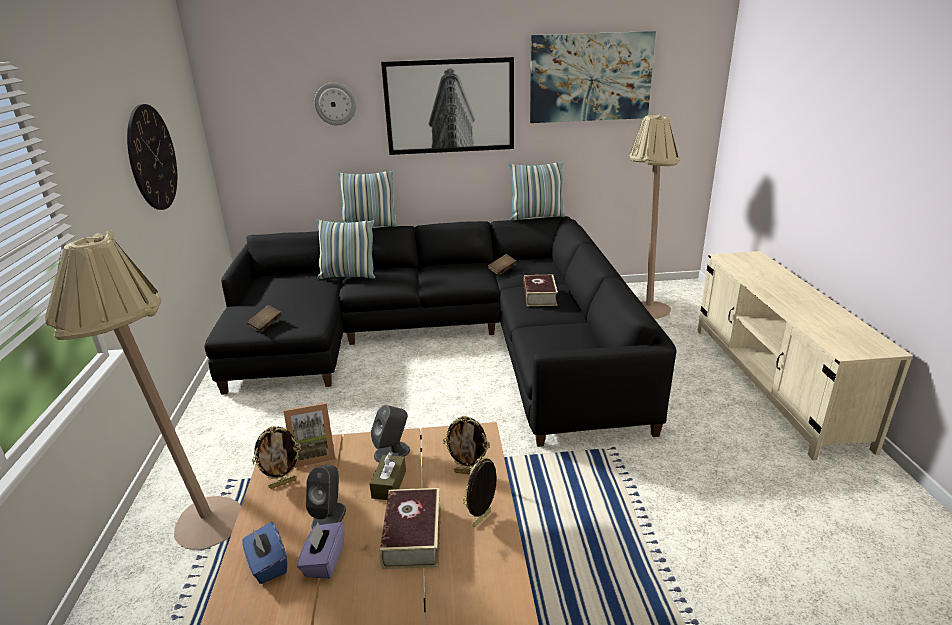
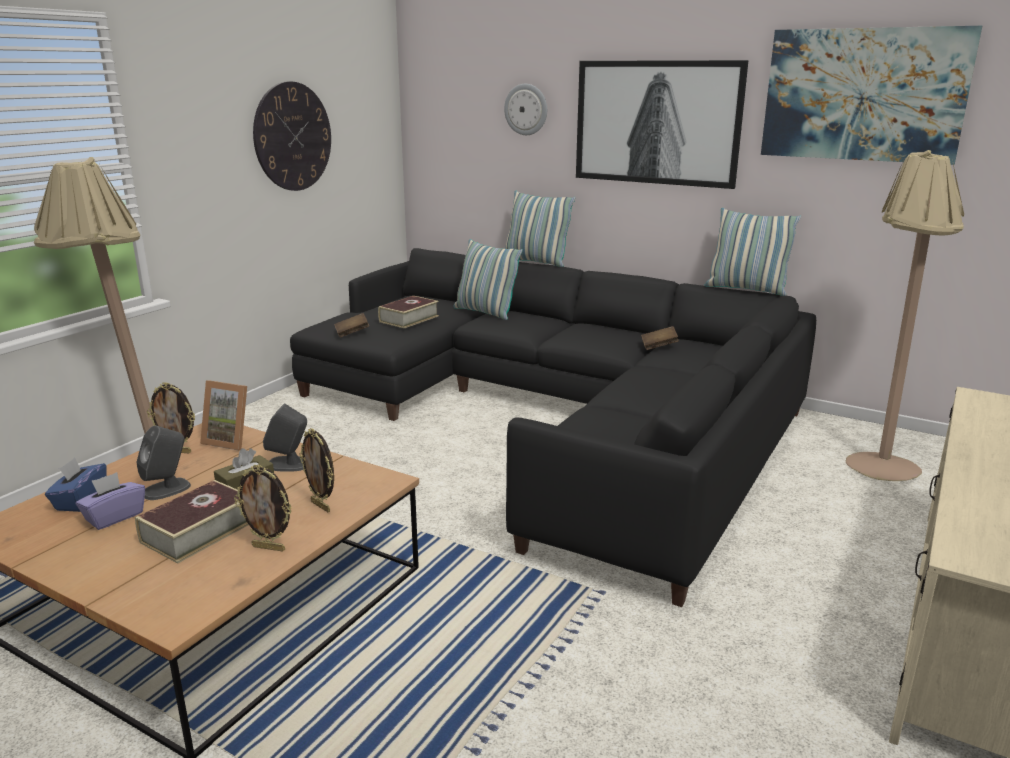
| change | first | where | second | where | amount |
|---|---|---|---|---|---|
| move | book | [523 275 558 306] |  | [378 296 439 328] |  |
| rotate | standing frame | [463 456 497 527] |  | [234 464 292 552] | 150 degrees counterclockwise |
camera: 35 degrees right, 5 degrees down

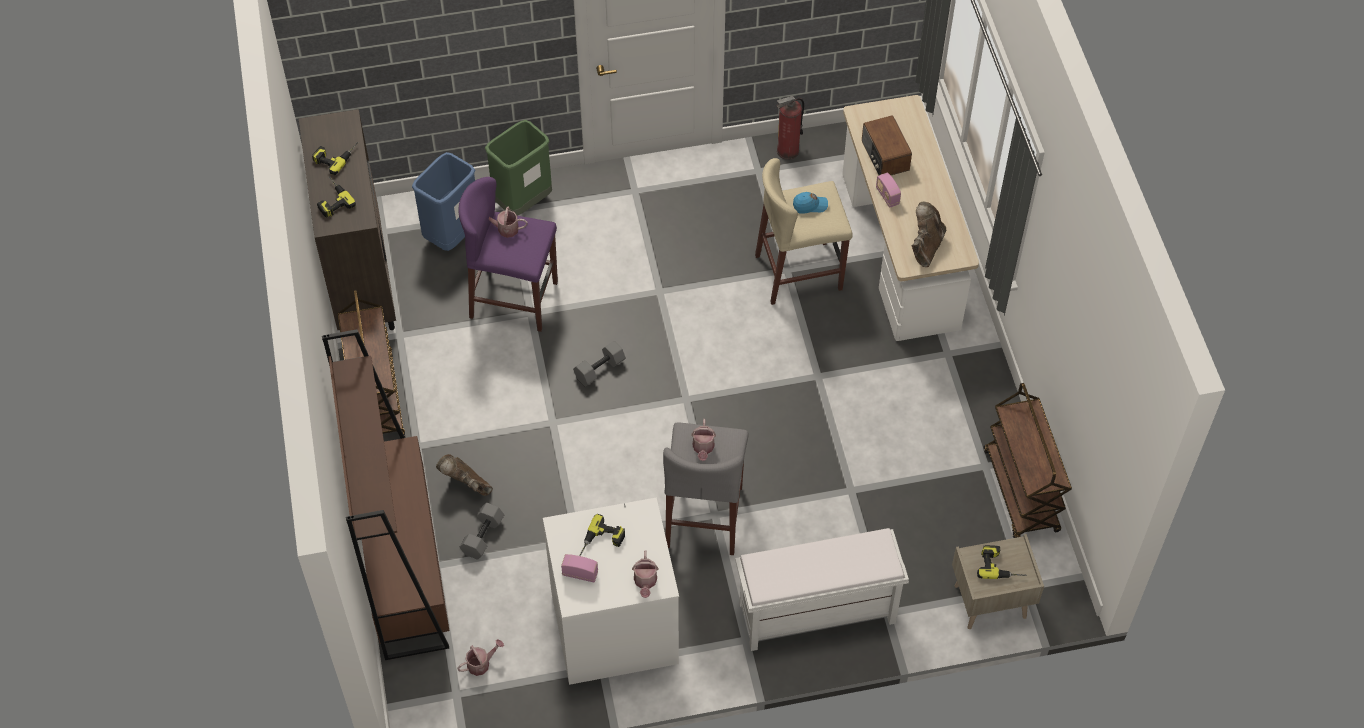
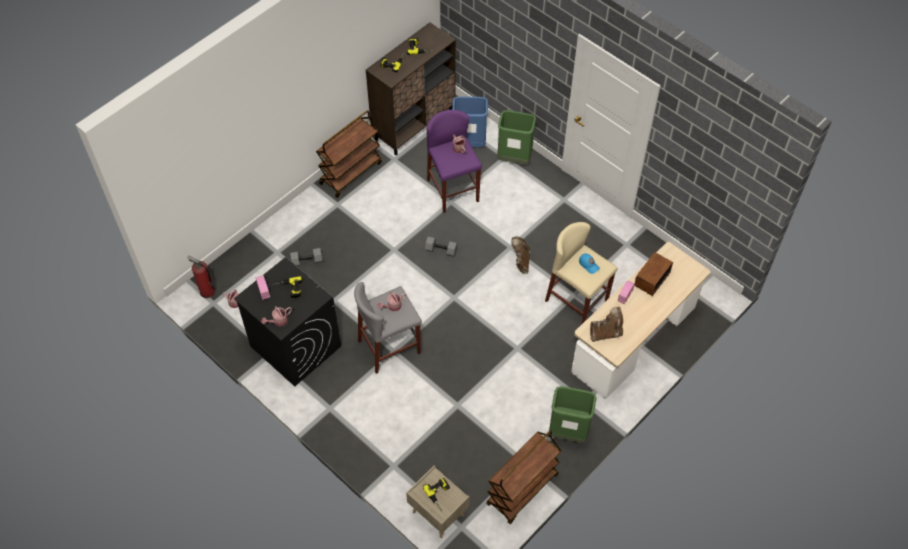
| change | first | where | second | where | amount |
|---|---|---|---|---|---|
| delete | bookshelf (brown) | [322 329 450 660] |  |  |  |
| delete | indoor bench (white) | [735 528 909 651] |  |  |  |
| insert |  |  | trash can (green) | [549 386 596 443] |  |
| move | high-top boot (brown) | [436 454 493 496] |  | [511 236 530 274] |  |
| move | fire-fighting cylinder | [777 96 804 160] |  | [187 255 215 298] |  |
| recolor | washing machine (white) | [543 497 679 685] | washing machine (black-coloured) | [234 257 341 386] |  |
camera: 55 degrees right, 0 degrees up

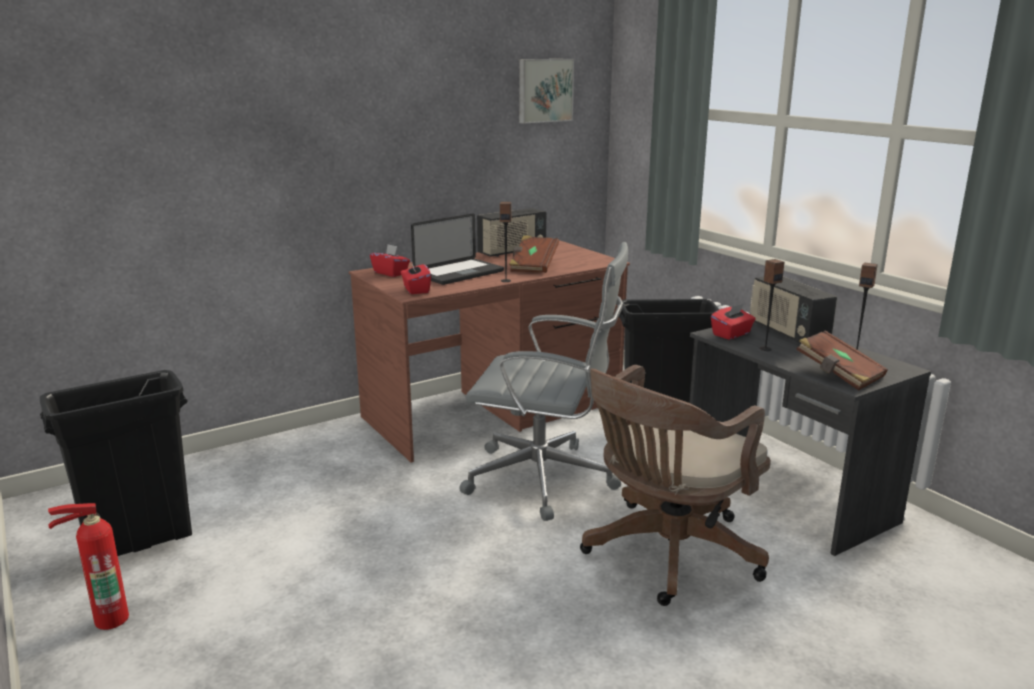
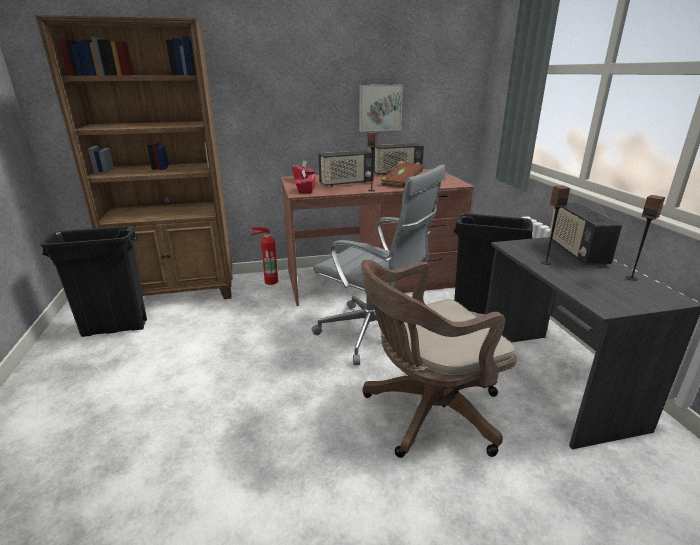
| change | first | where | second | where | amount |
|---|---|---|---|---|---|
| delete | box of tissues (red-coloured) | [711 304 755 340] |  |  |  |
| delete | book (brown) | [796 330 888 390] |  |  |  |
| insert |  |  | bookshelf (brown) | [35 15 232 299] |  |
| move | fire-fighting cylinder | [48 503 129 630] |  | [251 227 278 285] |  |
| move | picture | [519 59 574 124] |  | [359 85 403 132] |  |
| replace | notebook computer | [411 214 504 285] | radio | [318 150 374 186] |  |
camera: 20 degrees right, 5 degrees up

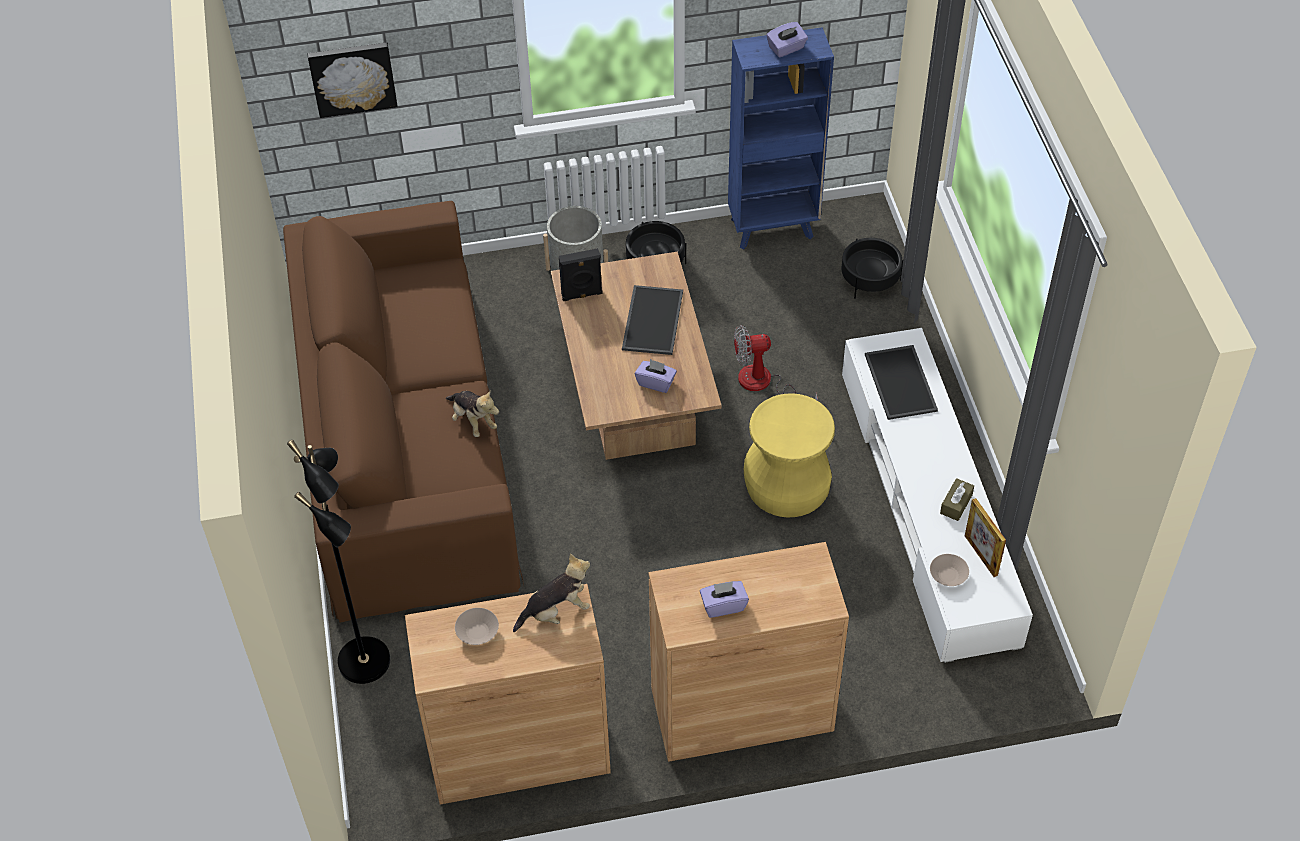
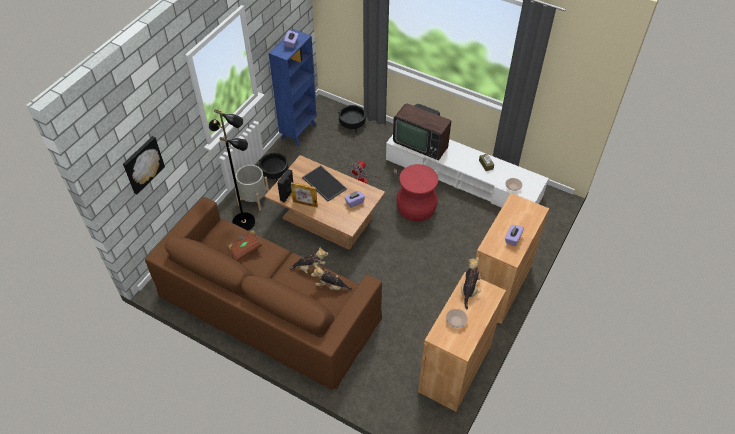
| change | first | where | second | where | amount |
|---|---|---|---|---|---|
| insert |  |  | book (brown) | [228 230 262 261] |  |
| insert |  |  | soft toy | [311 265 353 290] |  |
| move | standing lamp (black-coloured) | [287 440 390 684] |  | [209 109 255 230] |  |
| move | standing frame | [965 498 1006 577] |  | [291 182 318 207] |  |
| replace | tray | [865 345 938 420] | TV set | [393 103 452 161] |  |
| recolor | sitting stool (yellowish) | [744 393 835 517] | sitting stool (red-coloured) | [396 164 438 221] |  |
camera: 50 degrees left, 0 degrees up

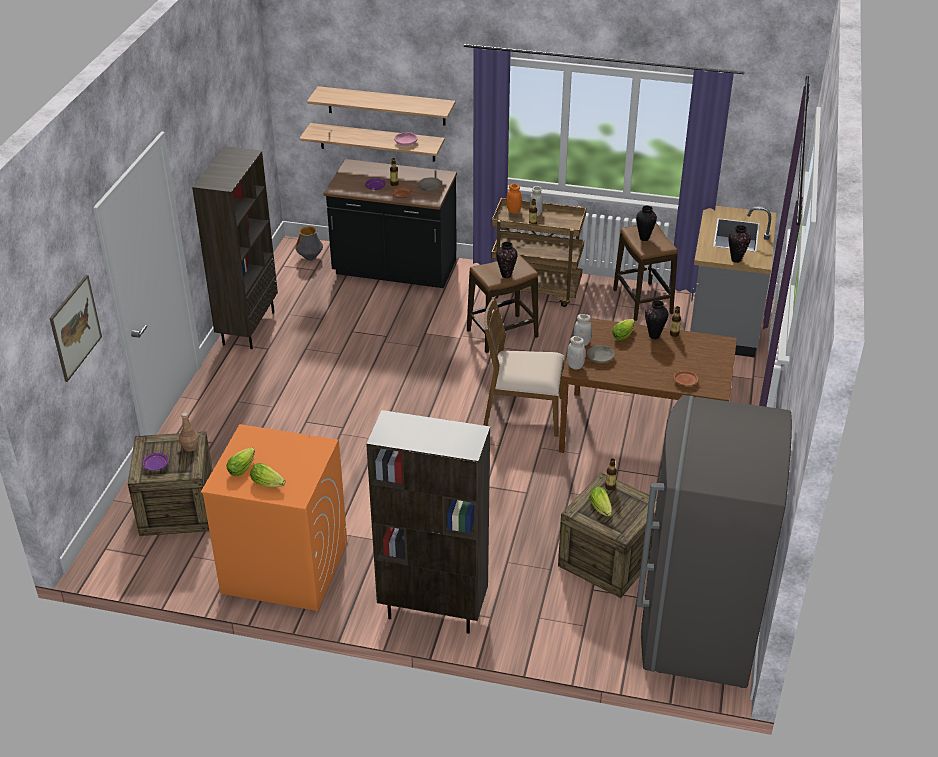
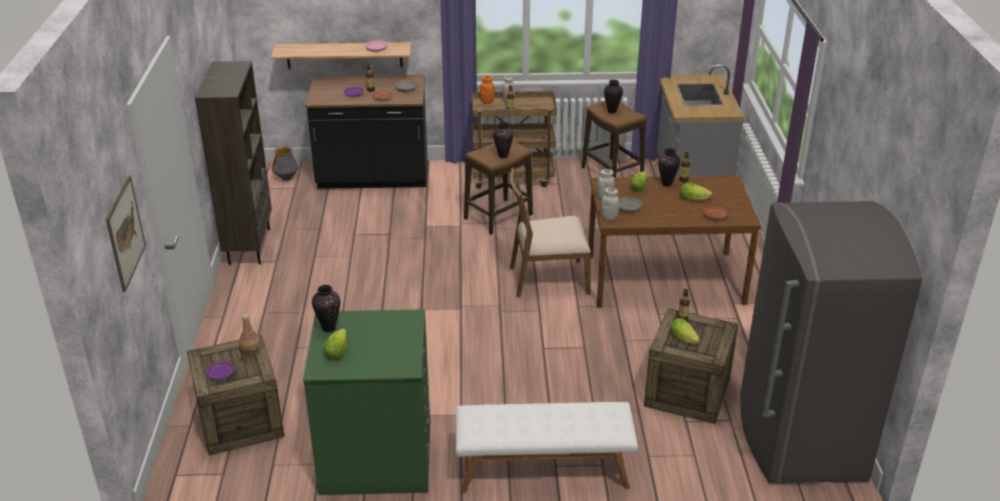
| change | first | where | second | where | amount |
|---|---|---|---|---|---|
| delete | bracket shelf | [307 86 456 126] |  |  |  |
| move | head of lettuce | [250 463 285 487] |  | [681 183 713 201] |  |
| move | vase | [729 225 751 263] |  | [312 285 340 332] |  |
| replace | bookshelf (brown) | [366 410 490 634] | indoor bench (white) | [456 402 638 493] |  |
| recolor | washing machine (orange-coloured) | [201 424 347 611] | washing machine (green) | [303 309 430 495] |  |
camera: 15 degrees left, 5 degrees down

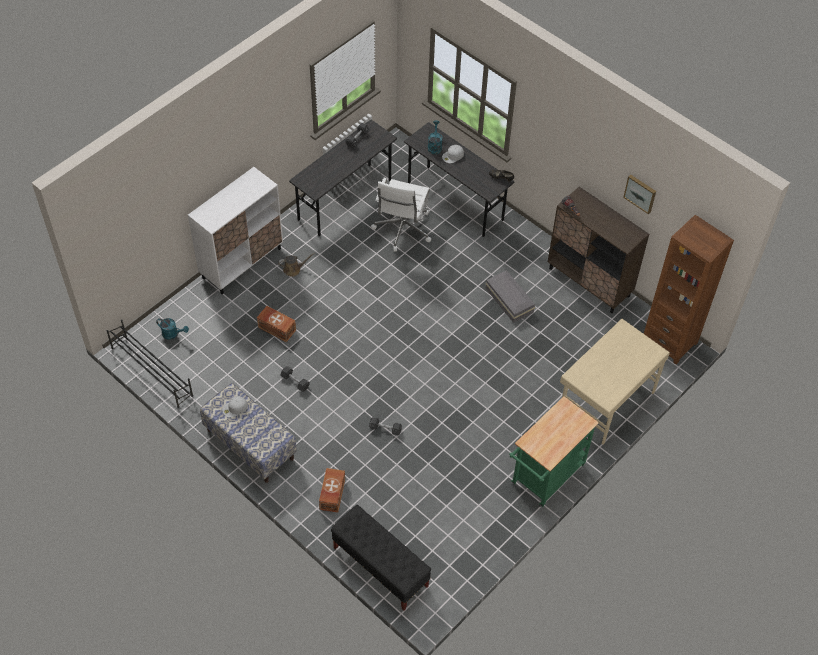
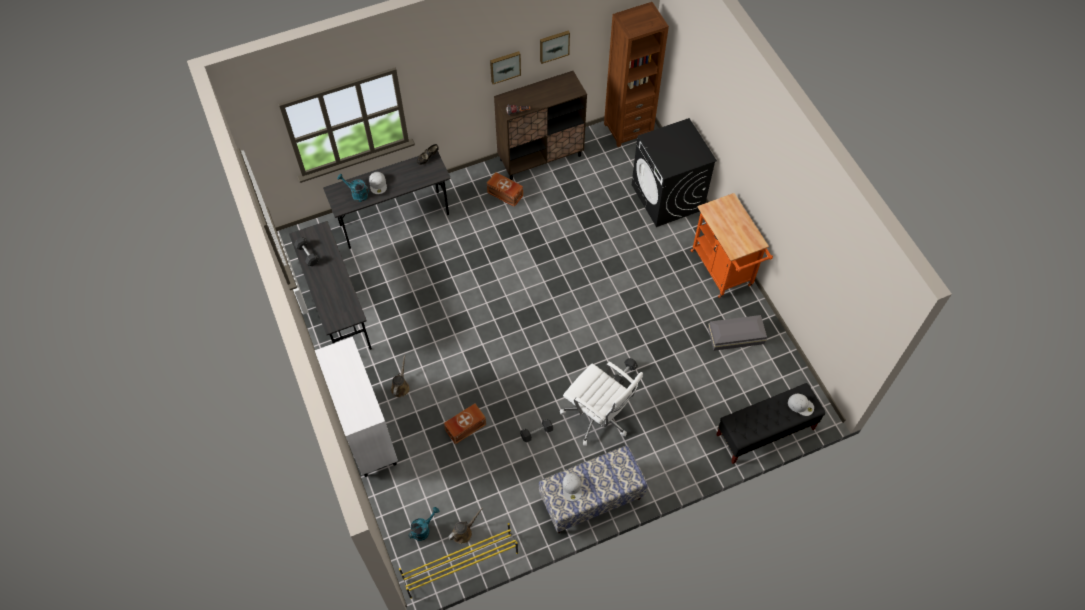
| change | first | where | second | where | amount |
|---|---|---|---|---|---|
| insert |  |  | sprinkling can (brown) | [448 507 483 544] |  |
| insert |  |  | picture | [490 51 521 84] |  |
| insert |  |  | baseball cap (white) | [788 394 814 416] |  |
| move | storage bin (brown) | [319 468 345 513] |  | [487 172 523 207] |  |
| move | desk chair (white) | [371 178 431 252] |  | [560 362 643 446] |  |
| move | storage bin (greyish) | [485 270 535 323] |  | [708 315 767 351] |  |
| replace | desk (sand-coloured) | [560 319 670 445] | washing machine (black-coloured) | [631 118 717 227] |  |
| recolor | shoe stand (black-coloured) | [107 319 193 408] | shoe stand (yellowish) | [399 523 518 599] |  |
| recolor | wheeled cart (green) | [509 396 599 507] | wheeled cart (orange-coloured) | [691 193 773 298] |  |
camera: 65 degrees left, 5 degrees up

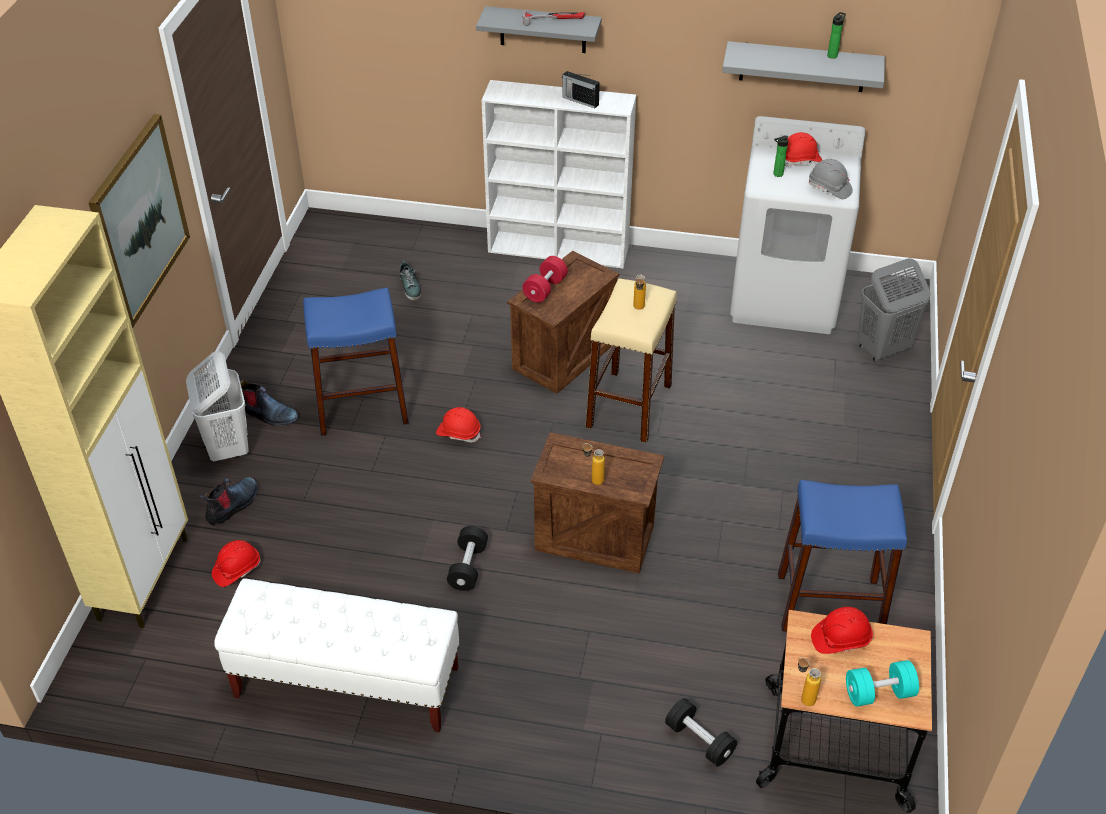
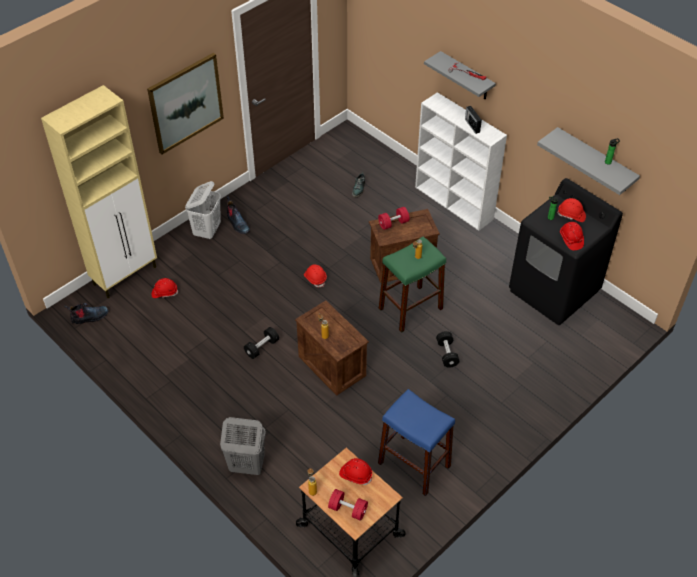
| change | first | where | second | where | amount |
|---|---|---|---|---|---|
| delete | indoor bench (white) | [214 578 460 732] |  |  |  |
| delete | sitting stool (blue-coloured) | [303 288 409 436] |  |  |  |
| move | high-top boot | [198 477 258 526] |  | [64 303 109 324] |  |
| move | dumbbell (black-coloured) | [665 698 737 767] |  | [436 331 459 368] |  |
| move | washing basket (greyish) | [858 258 931 362] |  | [220 417 266 475] |  |
| recolor | sitting stool (sand-coloured) | [586 278 677 443] | sitting stool (green) | [379 236 446 333] |  |
| recolor | washing machine (white) | [730 116 865 334] | washing machine (black-coloured) | [509 178 623 325] |  |
| recolor | work helmet (greyish) | [809 159 853 199] | work helmet (red-coloured) | [560 222 584 250] |  |
| recolor | dumbbell (blue-green) | [846 660 919 707] | dumbbell (red-coloured) | [328 489 368 521] |  |
camera: 35 degrees right, 5 degrees up

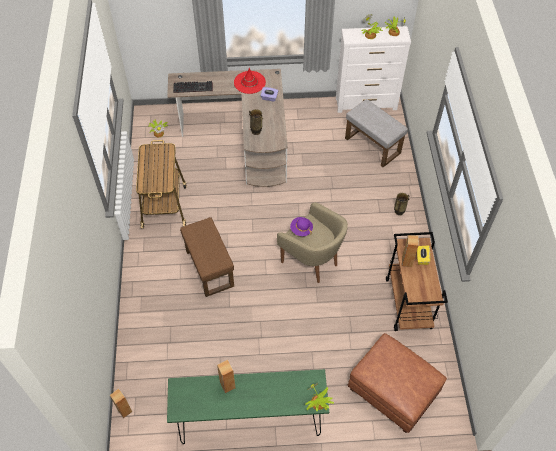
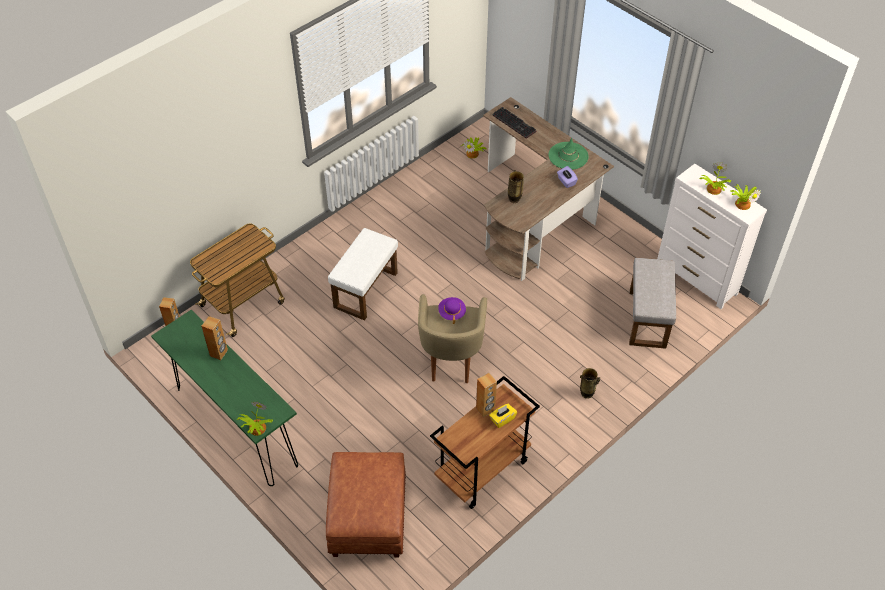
| change | first | where | second | where | amount |
|---|---|---|---|---|---|
| move | wheeled cart | [136 140 186 228] |  | [190 223 285 337] |  |
| recolor | ottoman (brown) | [180 217 234 297] | ottoman (white) | [328 228 398 320] |  |
| recolor | wearable hat (red-coloured) | [234 68 266 94] | wearable hat (green) | [549 138 589 170] |  |
camera: 50 degrees right, 5 degrees down

